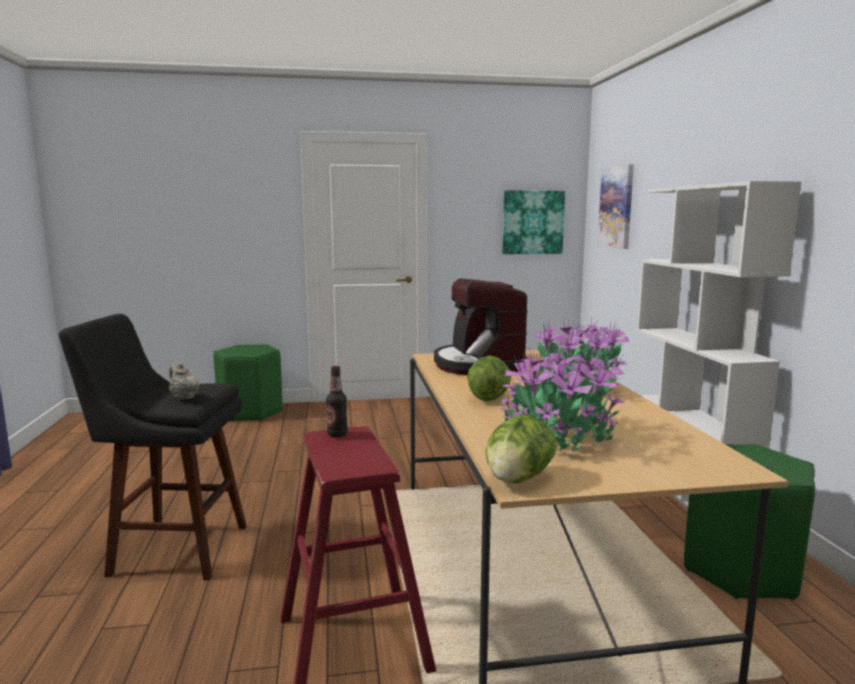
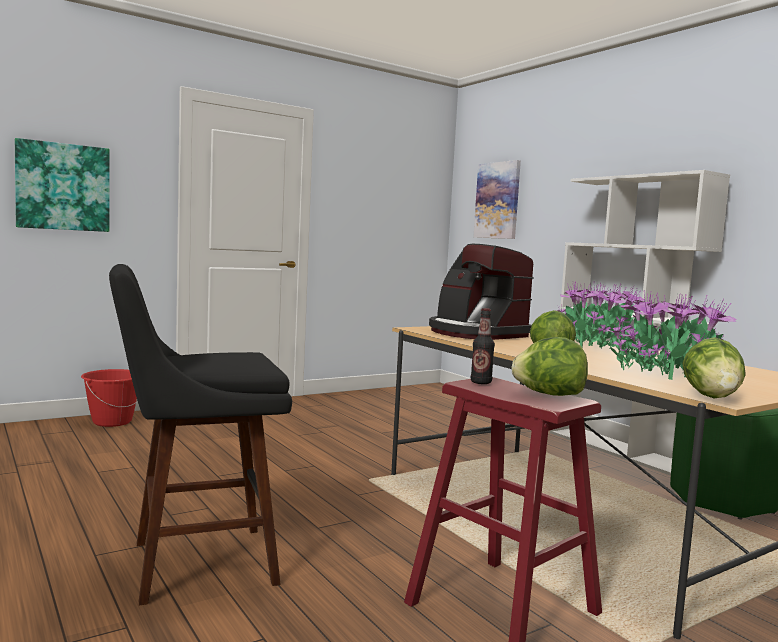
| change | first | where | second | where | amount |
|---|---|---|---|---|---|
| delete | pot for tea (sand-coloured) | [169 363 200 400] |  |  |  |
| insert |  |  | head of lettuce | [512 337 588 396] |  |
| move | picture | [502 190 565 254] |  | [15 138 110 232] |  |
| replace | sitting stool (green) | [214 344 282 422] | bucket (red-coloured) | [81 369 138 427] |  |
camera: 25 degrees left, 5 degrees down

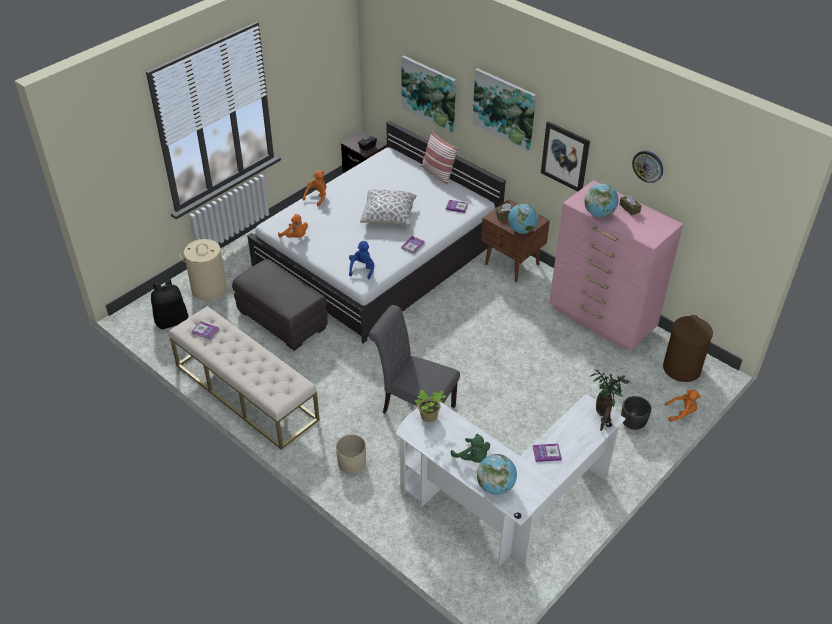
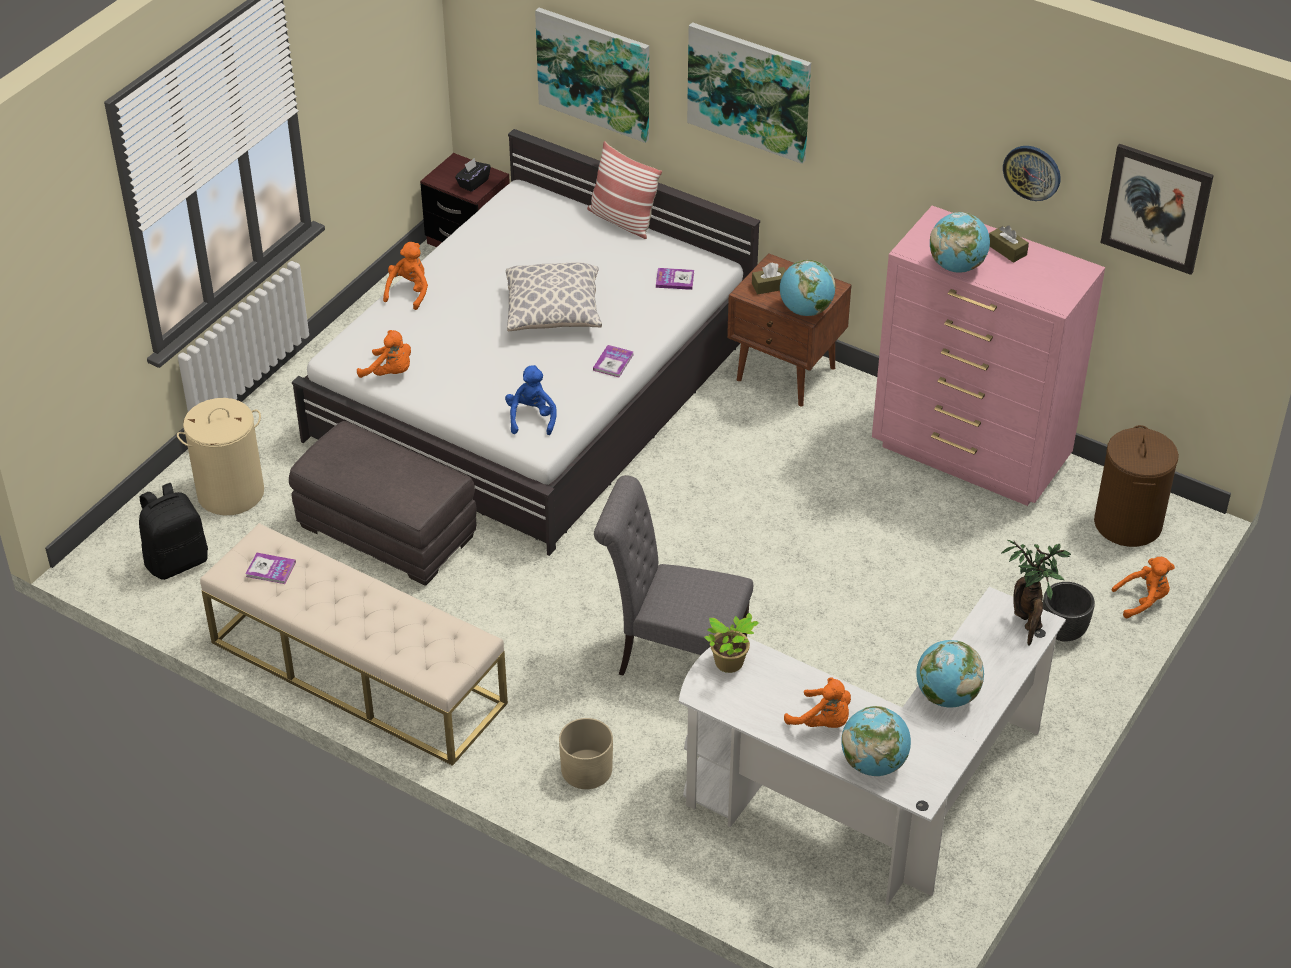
| change | first | where | second | where | amount |
|---|---|---|---|---|---|
| move | picture | [541 121 590 192] |  | [1100 144 1214 275] |  |
| replace | book | [533 443 562 462] | desk globe | [916 640 984 708] |  |
| recolor | soft toy (green) | [451 434 490 463] | soft toy (orange-coloured) | [784 677 851 728] |  |
camera: 10 degrees left, 0 degrees up

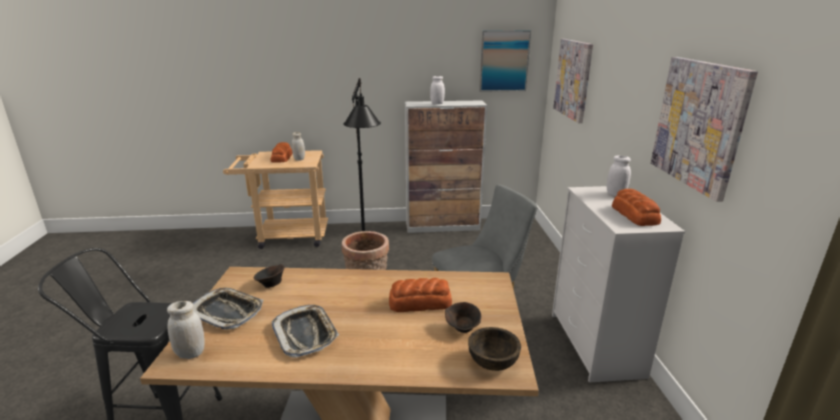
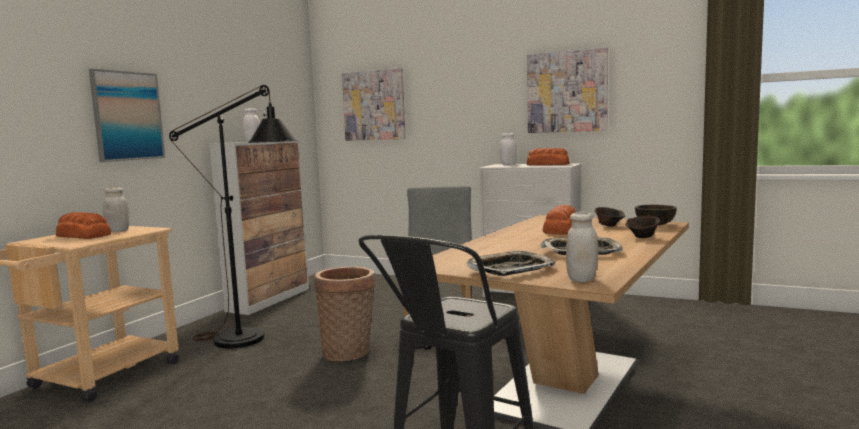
| change | first | where | second | where | amount |
|---|---|---|---|---|---|
| move | deep dish (brown) | [254 264 285 288] |  | [625 216 660 238] |  |
| move | picture | [479 30 531 92] |  | [89 69 165 162] |  |
camera: 60 degrees left, 15 degrees down

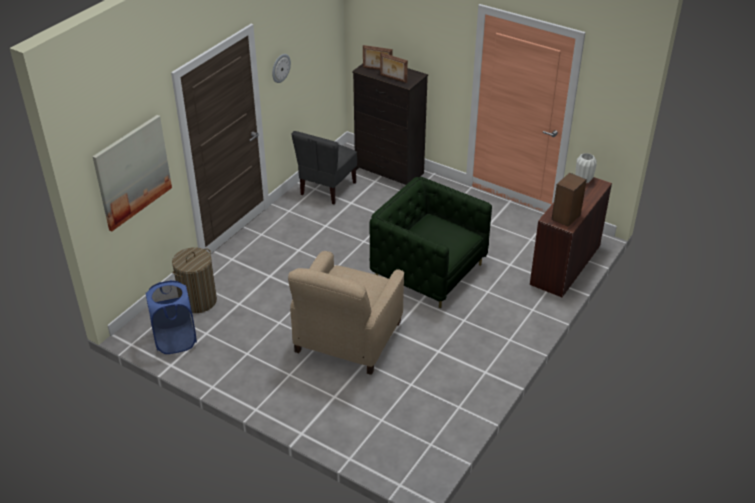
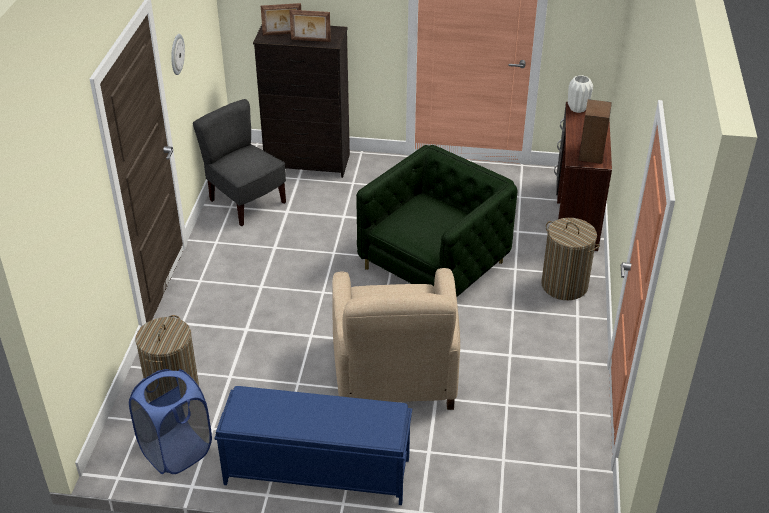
| change | first | where | second | where | amount |
|---|---|---|---|---|---|
| delete | picture | [92 115 172 231] |  |  |  |
| insert |  |  | indoor bench (blue-coloured) | [215 386 412 505] |  |
| insert |  |  | washing basket | [541 218 600 300] |  |
| rotate | plain chair (greyish) | [292 131 357 204] |  | [193 99 286 226] | 135 degrees clockwise |
| rotate | easy chair (green) | [370 177 492 308] |  | [356 145 518 297] | 120 degrees clockwise |
camera: 25 degrees left, 0 degrees up

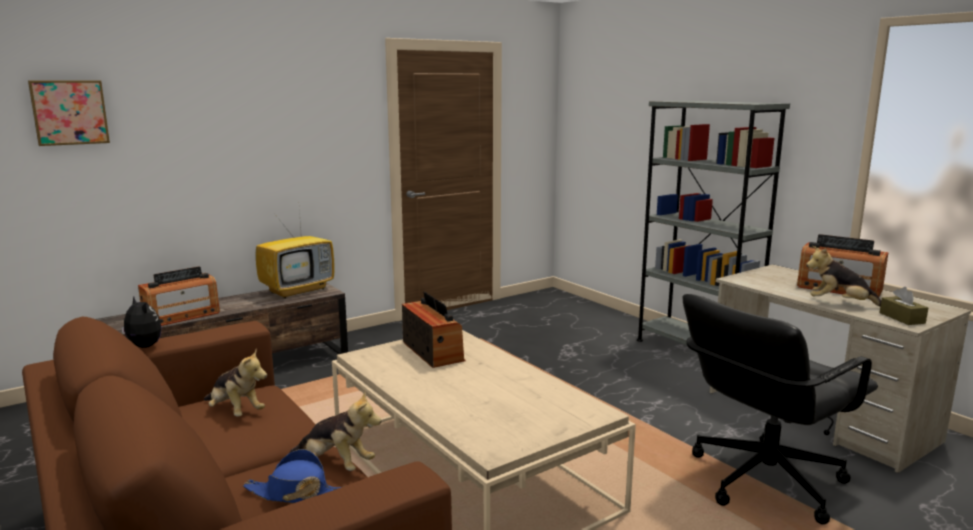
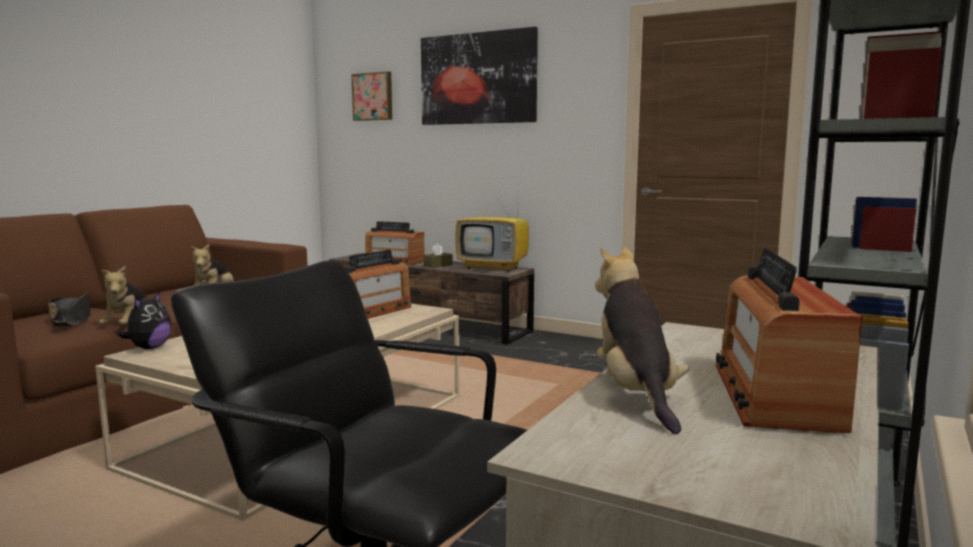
| change | first | where | second | where | amount |
|---|---|---|---|---|---|
| insert |  |  | picture | [421 27 538 125] |  |
| move | soft toy | [121 297 162 348] |  | [118 292 172 349] |  |
| move | box of tissues (brown) | [879 287 928 325] |  | [424 243 453 268] |  |
| recolor | wearable hat (blue-coloured) | [243 449 344 503] | wearable hat (black-coloured) | [49 292 91 326] |  |
camera: 65 degrees right, 5 degrees down

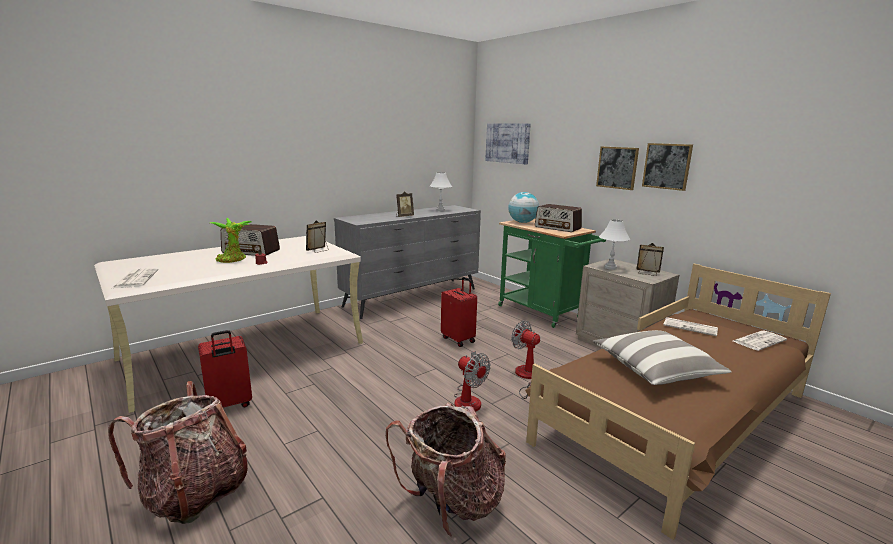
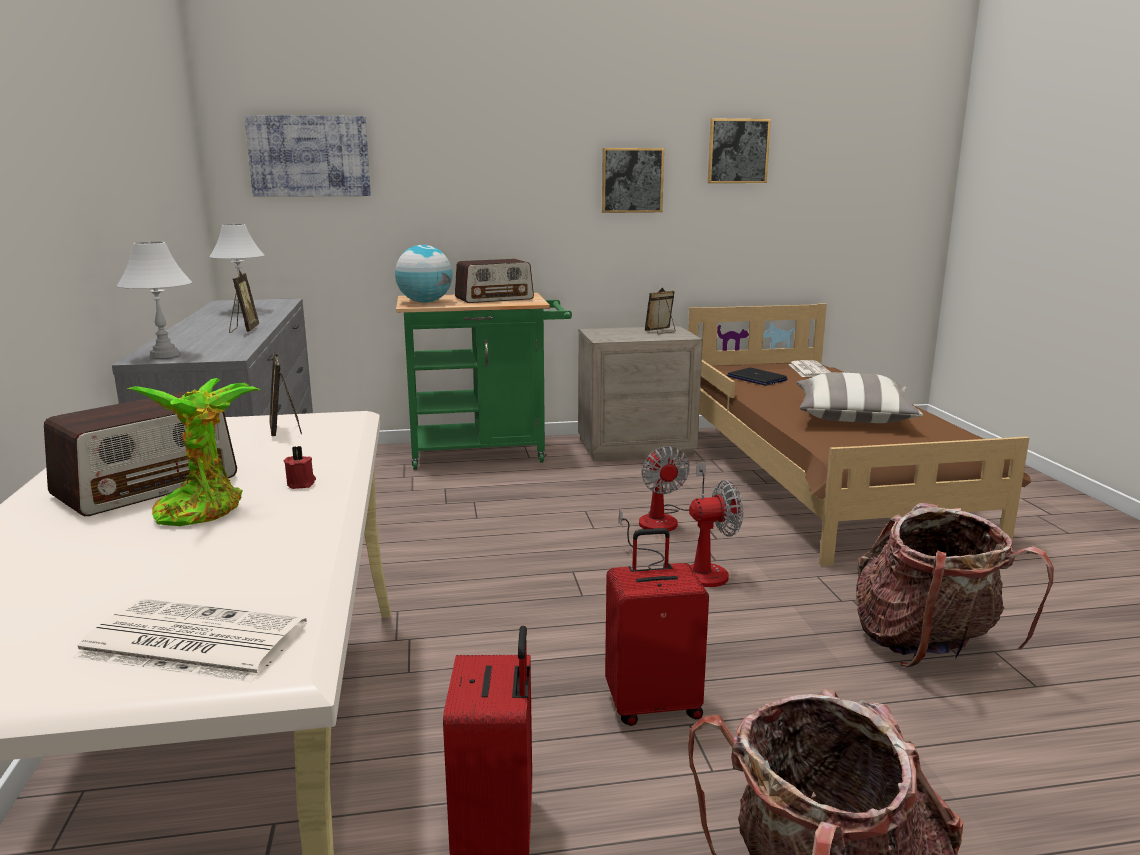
| change | first | where | second | where | amount |
|---|---|---|---|---|---|
| move | travel case (red-coloured) | [441 277 477 347] |  | [605 528 709 726] |  |
| move | picture | [596 146 639 190] |  | [708 118 771 183] |  |
| move | table lamp (white) | [599 220 630 270] |  | [117 242 192 358] |  |
| replace | printed paper | [664 317 718 336] | notebook computer | [727 368 787 386] |  |
| rotate | electric fan | [511 321 540 399] |  | [639 446 706 531] | 90 degrees counterclockwise |
camera: 60 degrees left, 0 degrees up

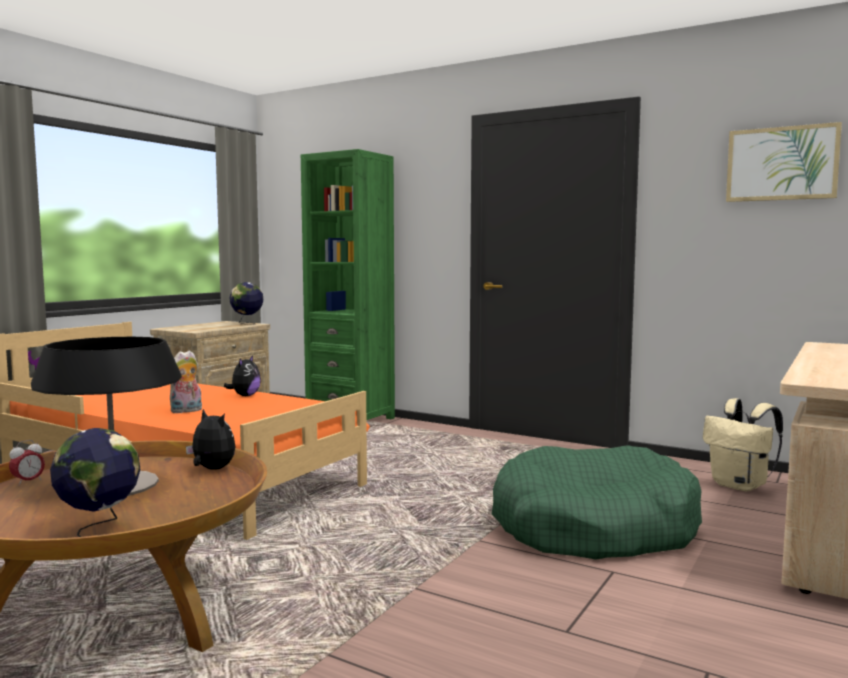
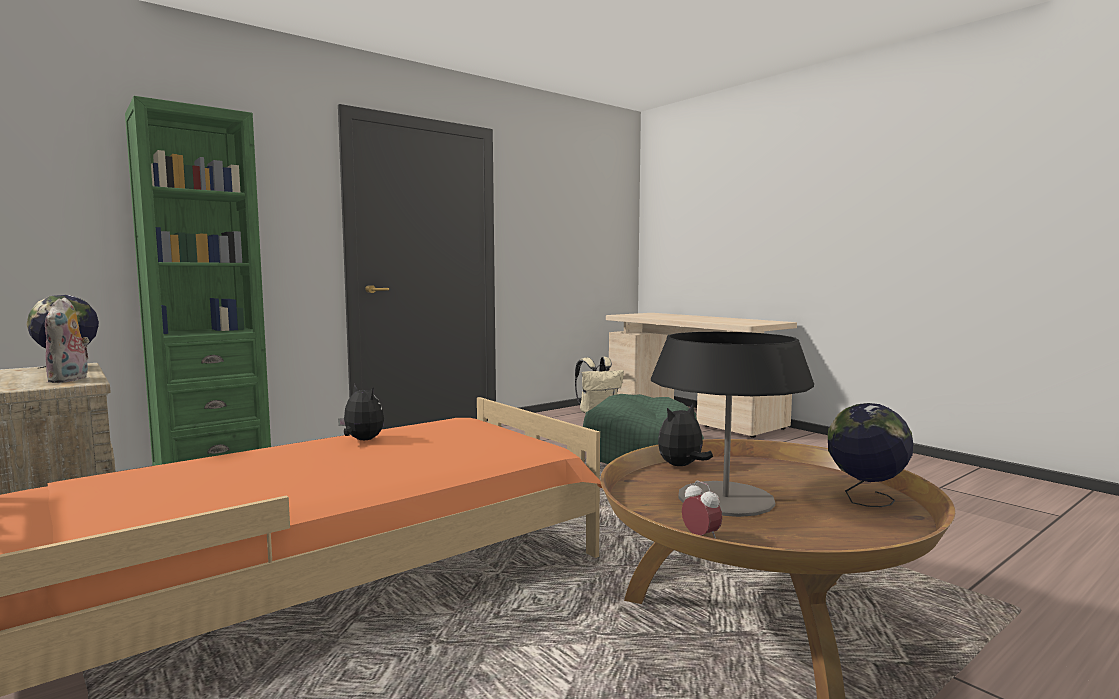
| change | first | where | second | where | amount |
|---|---|---|---|---|---|
| delete | picture | [726 122 842 202] |  |  |  |
| move | soft toy | [170 350 202 414] |  | [45 297 90 383] |  |
camera: 70 degrees left, 0 degrees up

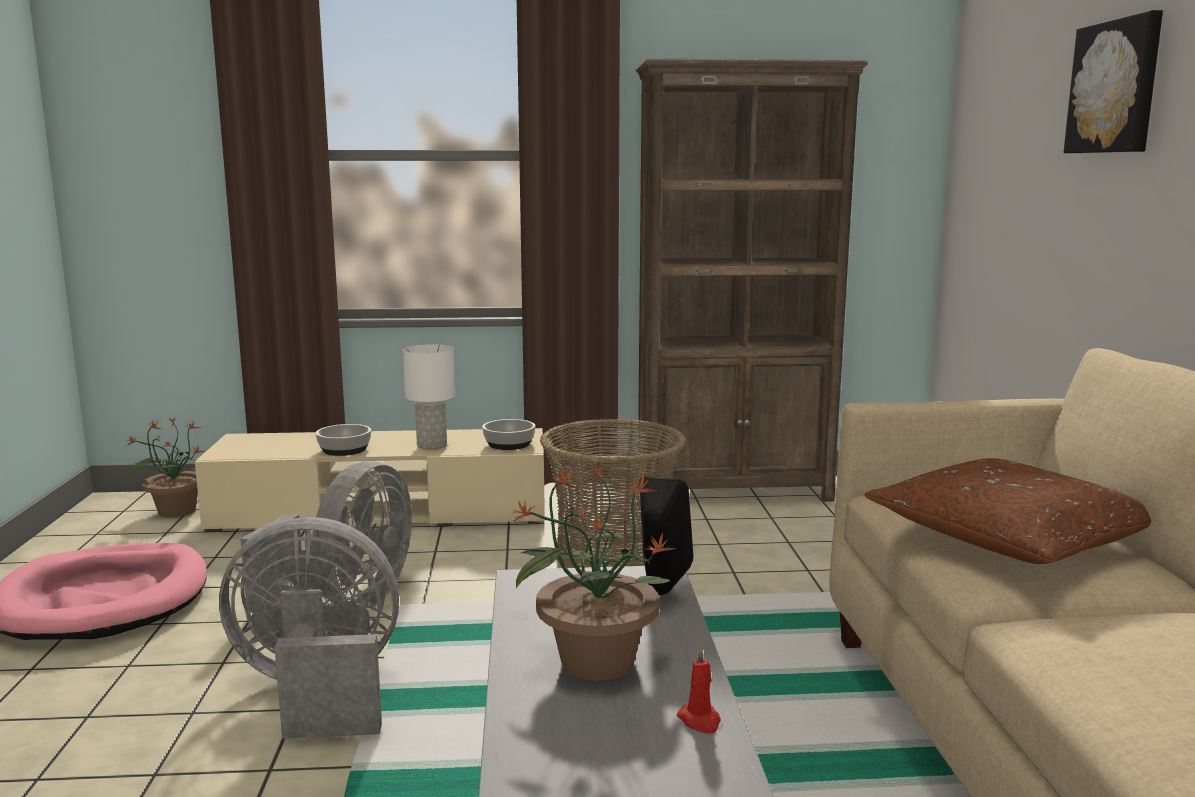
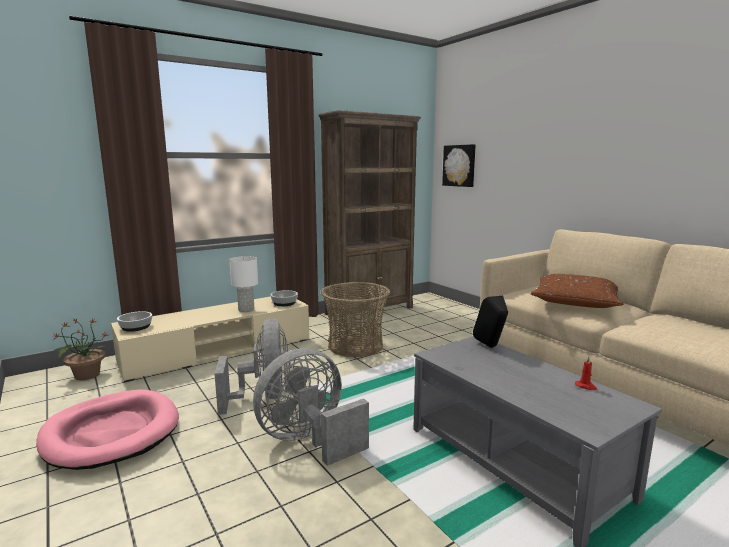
| change | first | where | second | where | amount |
|---|---|---|---|---|---|
| delete | houseplant | [512 463 676 681] |  |  |  |
| move | deep dish | [315 424 371 456] |  | [117 311 152 332] |  |
| move | picture | [1064 10 1163 153] |  | [442 144 476 187] |  |
camera: 30 degrees left, 0 degrees up

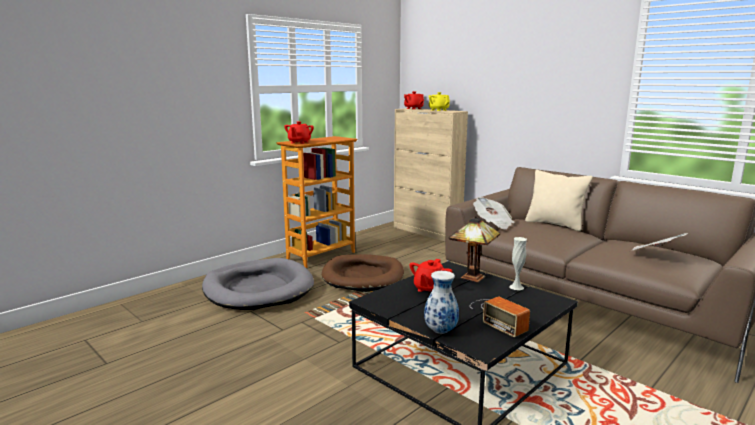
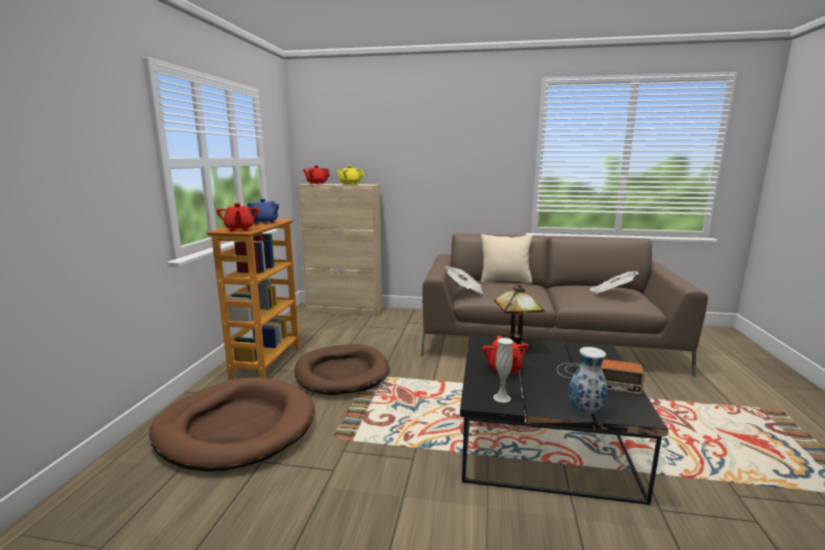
| change | first | where | second | where | amount |
|---|---|---|---|---|---|
| insert |  |  | pot for tea (blue-coloured) | [247 199 279 224] |  |
| move | vase (white) | [509 237 527 290] |  | [493 338 513 403] |  |
| recolor | dog bed (greyish) | [202 258 314 310] | dog bed (brown) | [149 377 315 472] |  |
camera: 35 degrees left, 0 degrees up

